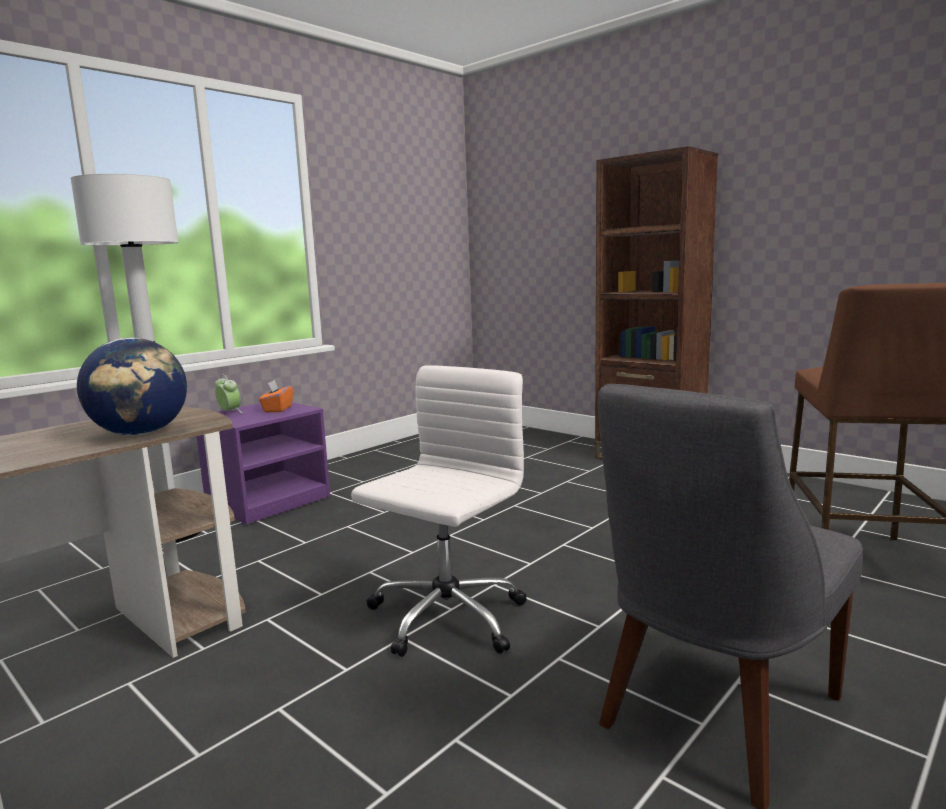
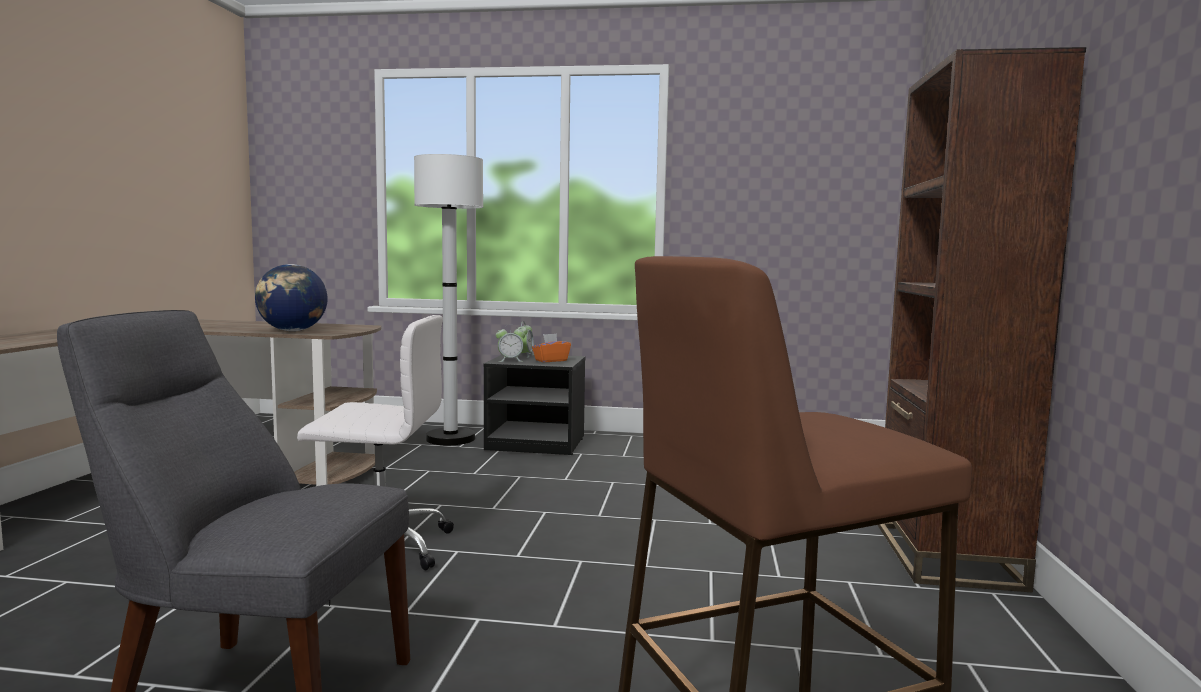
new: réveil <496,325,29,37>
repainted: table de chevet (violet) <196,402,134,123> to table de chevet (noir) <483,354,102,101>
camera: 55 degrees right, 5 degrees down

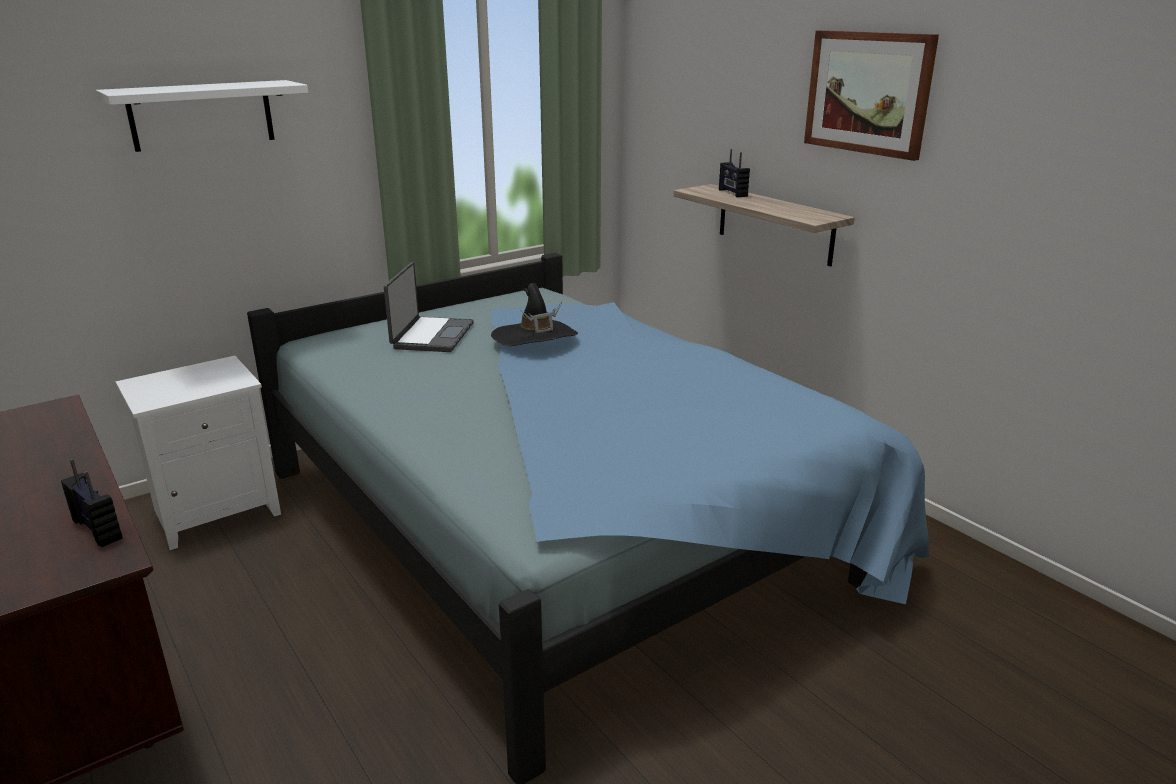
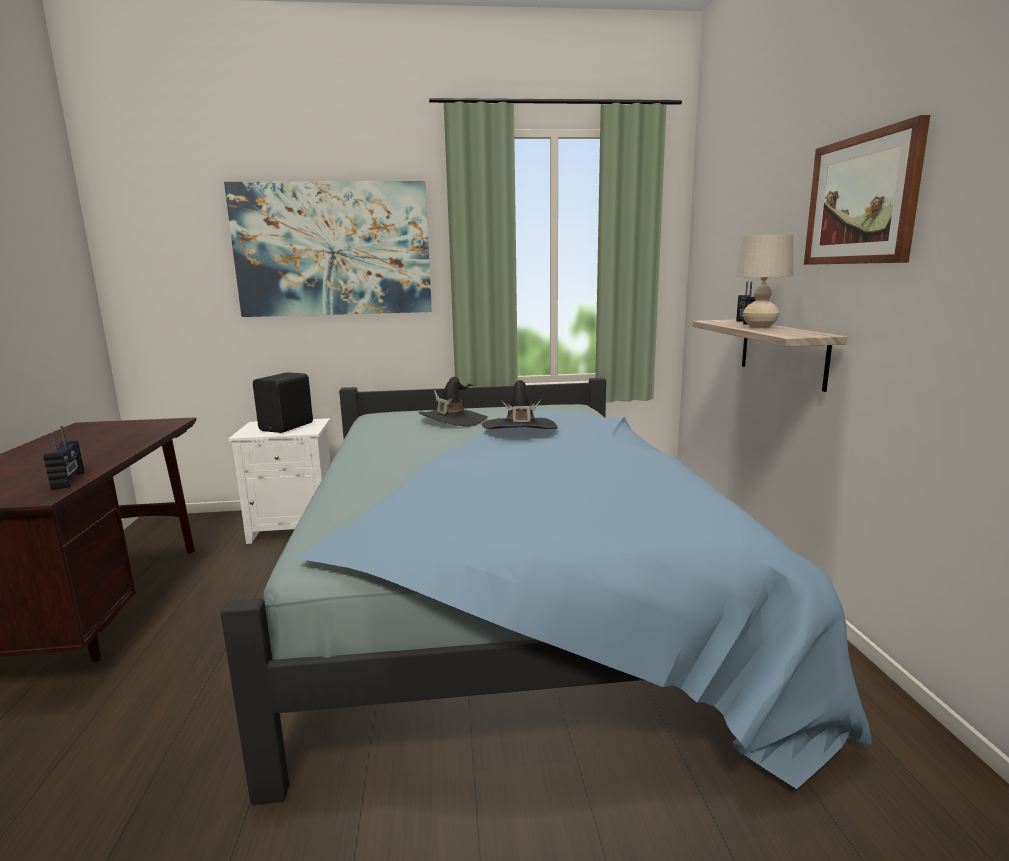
new: lampe de table (beige) <736,235,57,94>; enceinte (noir) <253,372,60,61>
swapped: étagère (blanc) <96,80,212,72> to tableau <224,181,208,136>; ordinateur portable <384,262,90,90> to chapeau (noir) <419,377,69,50>
camera: 30 degrees right, 10 degrees down

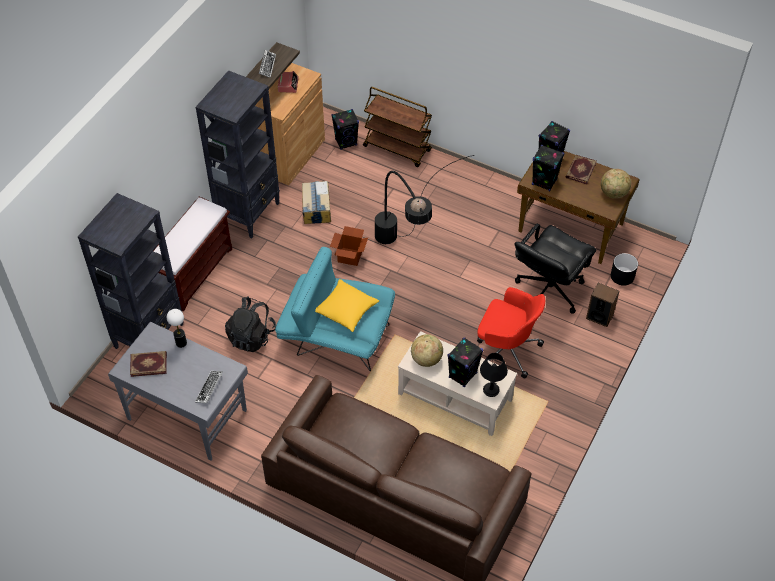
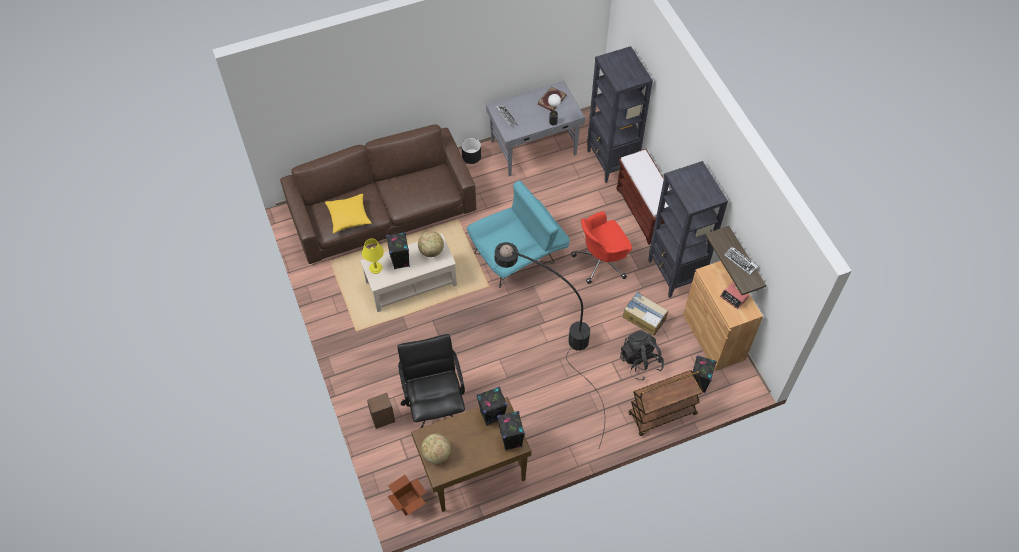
gone: livre <566,155,30,29>
shifted: carton <330,226,38,40> to <388,475,38,41>; cache-pot (noir) <611,253,27,33> to <461,138,20,26>; coussin (jaune) <315,279,64,53> to <325,194,46,39>; chaise de bureau (rouge) <477,287,68,91> to <571,211,61,73>; sac à dos (noir) <225,296,51,56> to <620,331,44,49>
repainted: lampe de table (noir) <480,353,28,44> to lampe de table (jaune) <362,239,22,35>
camera: 130 degrees right, 5 degrees up

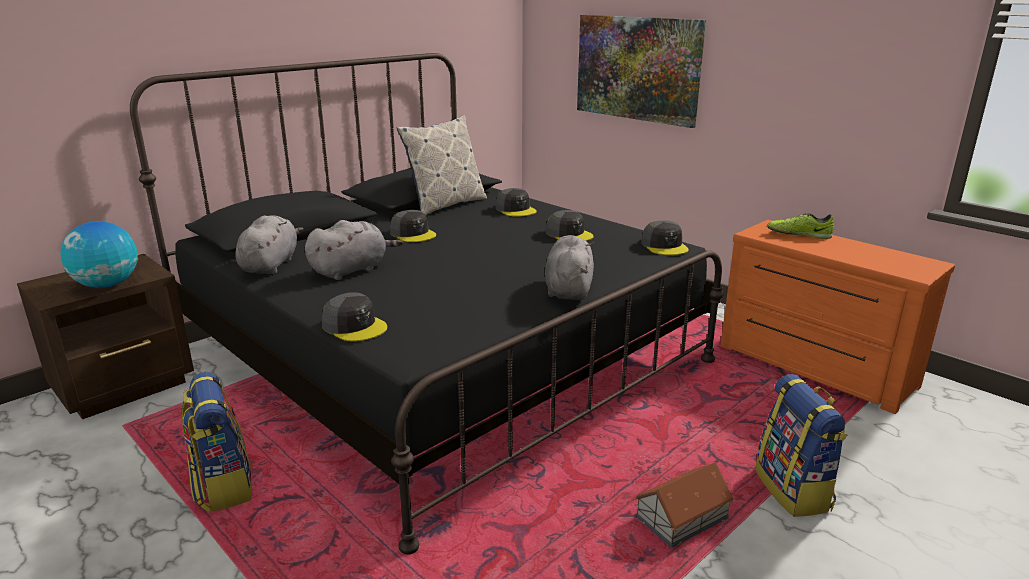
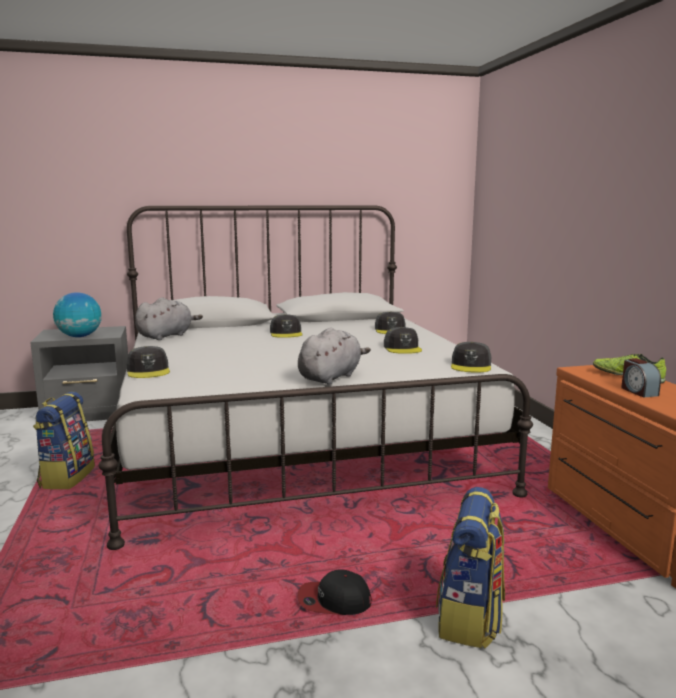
gone: tableau <577,15,129,113>; coussin <396,115,91,100>; peluche (gris) <305,220,98,60>
new: réveil <621,358,40,40>
swapped: maison miniature <635,463,99,85> to casquette <297,570,75,45>
repainted: lit (noir) <130,53,594,501> to lit (blanc) <99,205,434,345>; table de chevet (marron) <17,254,177,165> to table de chevet (gris) <30,326,98,95>
camera: 30 degrees right, 10 degrees down

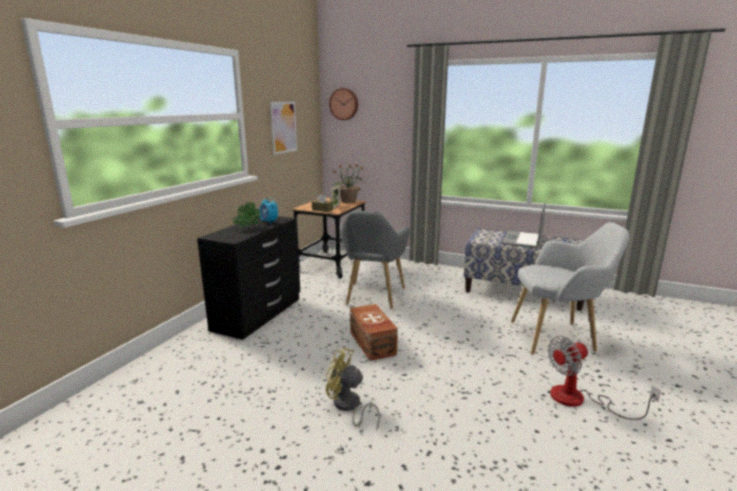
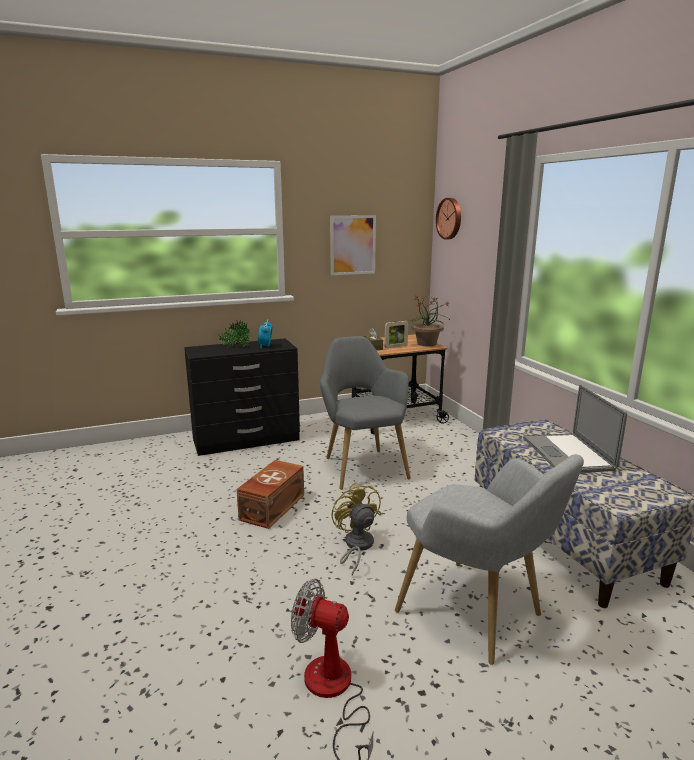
shifted: ventilateur (jaune) <326,348,54,83> to <332,482,49,94>
rotated: ordinateur portable <501,202,45,47> = <523,385,104,88> 75 degrees counterclockwise; fauteuil (gris) <339,211,71,98> = <320,336,91,154> 105 degrees clockwise
camera: 45 degrees right, 0 degrees up

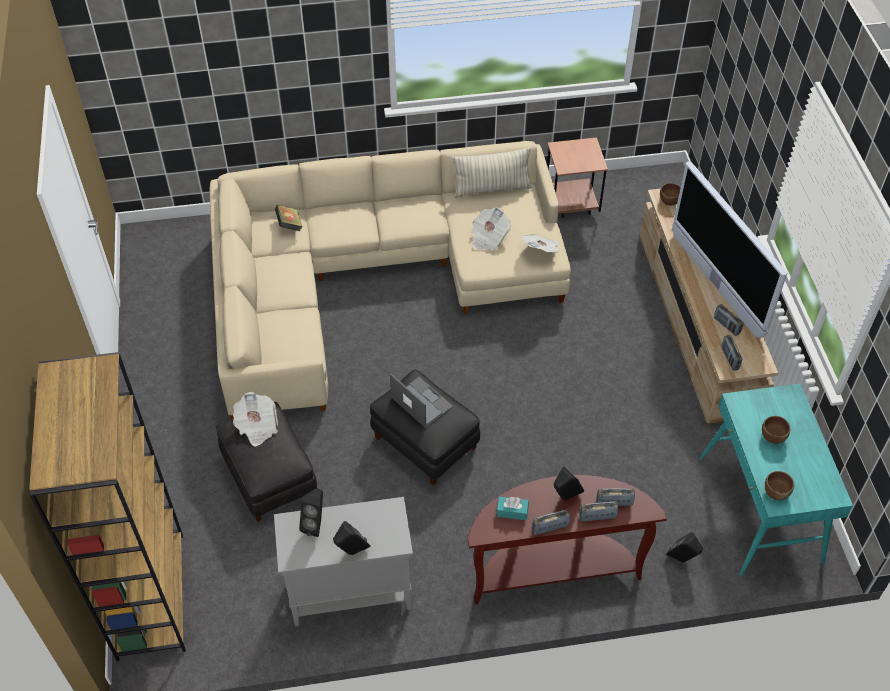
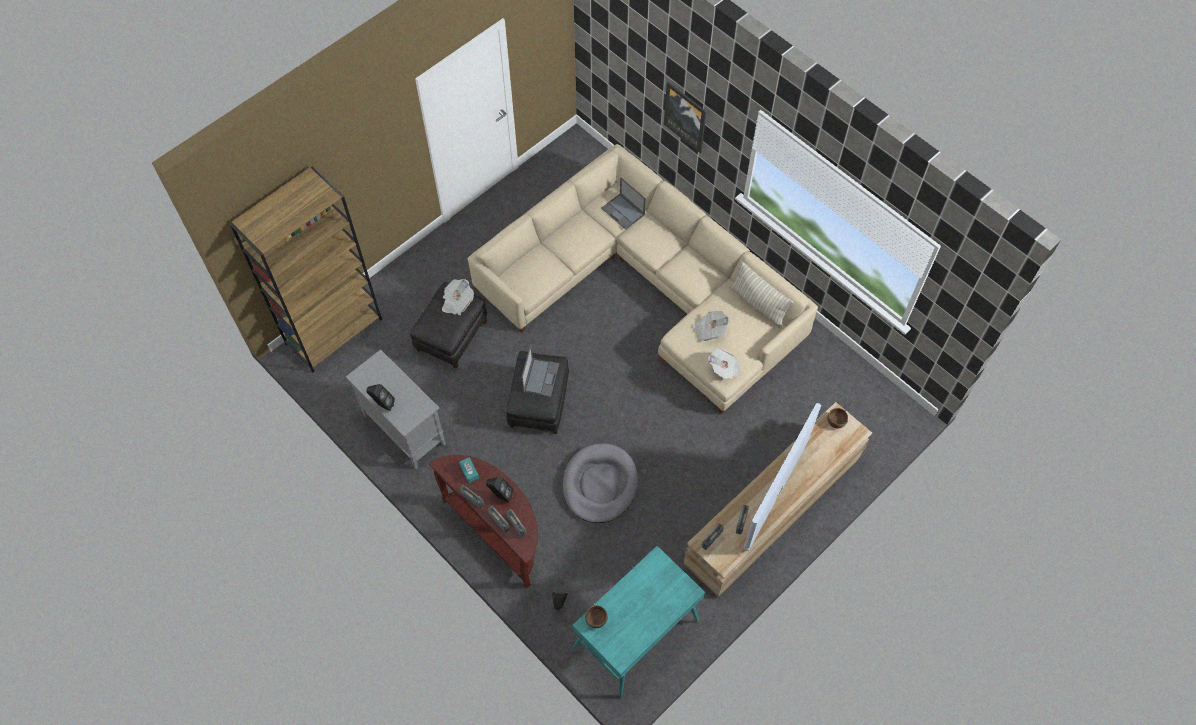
gone: table d'appoint (marron) <547,137,61,81>; bol (marron) <762,416,28,28>; enceinte (noir) <299,488,24,49>
new: tableau <664,82,43,71>; panier pour chien (gris) <563,443,75,80>
swapped: livre <275,205,27,26> to ordinateur portable <601,177,45,53>
camera: 55 degrees right, 10 degrees up

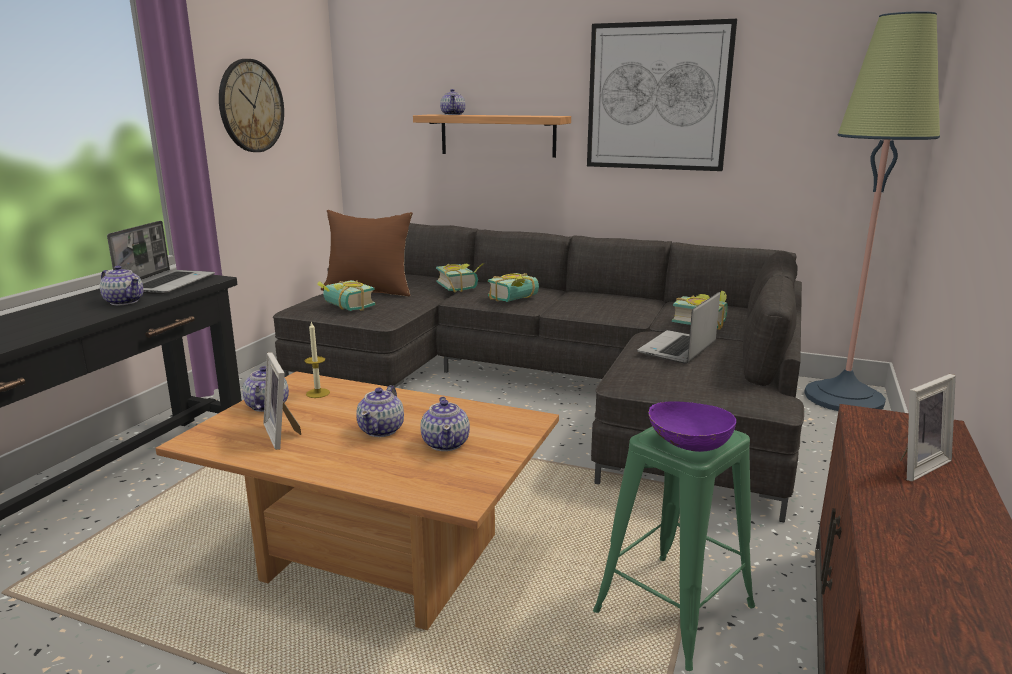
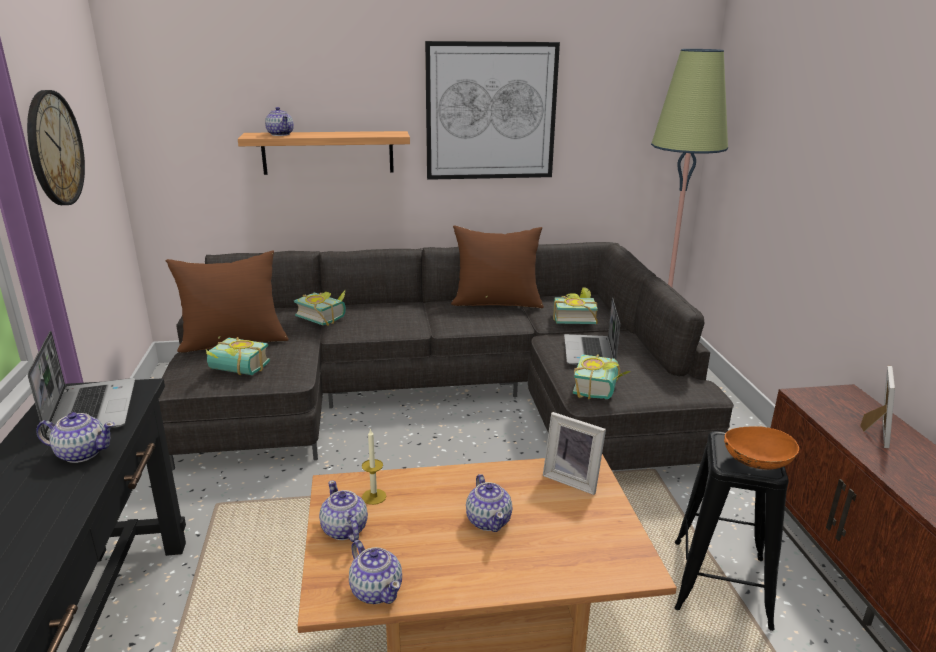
new: coussin (marron) <451,226,93,82>
shifted: livre <488,273,51,29> to <573,354,58,45>; cadre photo <263,353,38,97> to <543,412,63,83>; théière <420,397,50,54> to <349,540,53,64>
repainted: bol (violet) <648,401,88,51> to bol (orange) <724,426,75,44>; tabouret (vert) <593,427,162,244> to tabouret (noir) <674,431,115,200>
camera: 30 degrees left, 5 degrees up

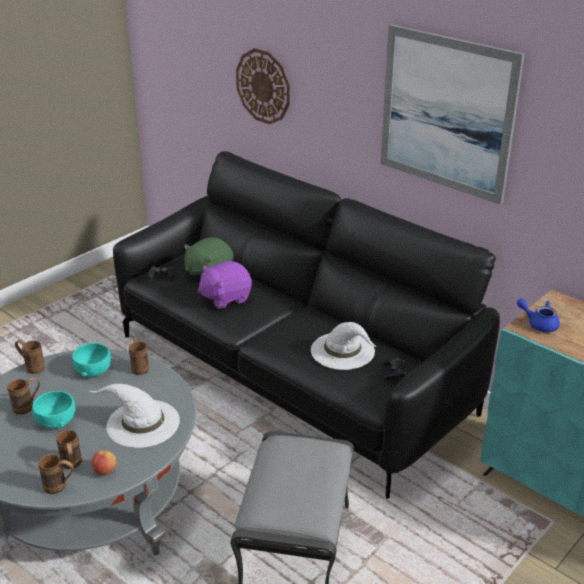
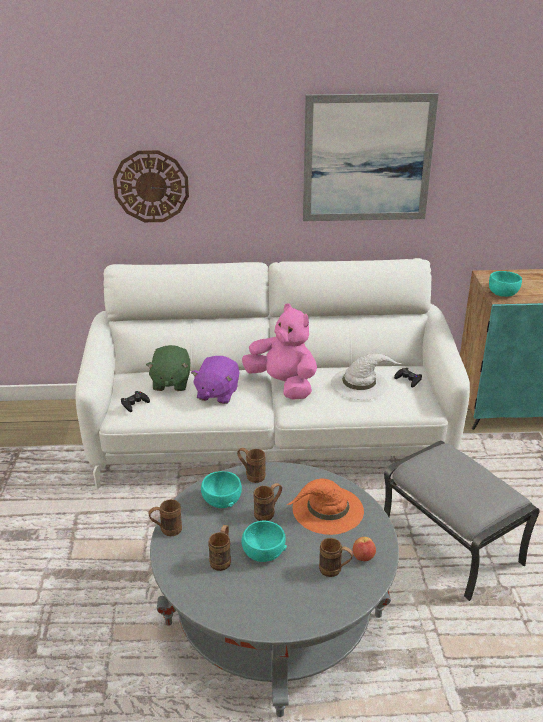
new: peluche (rose) <242,303,75,97>
shifted: mug (marron) <38,454,36,40> to <254,483,28,38>
swapped: théière (bleu) <517,299,43,33> to bol (turquoise) <489,271,33,26>
repainted: canapé (noir) <113,151,387,348> to canapé (blanc) <75,258,395,231>; chapeau (blanc) <88,384,92,64> to chapeau (orange) <287,478,77,57>
camera: 45 degrees left, 0 degrees up

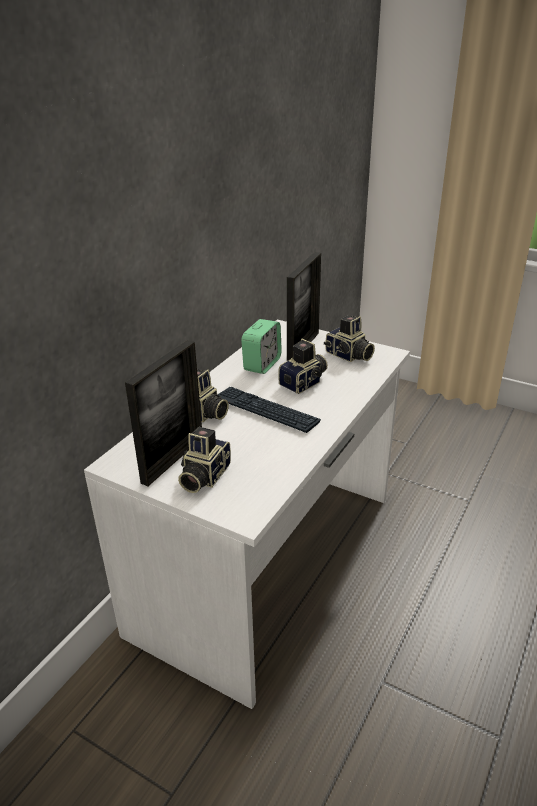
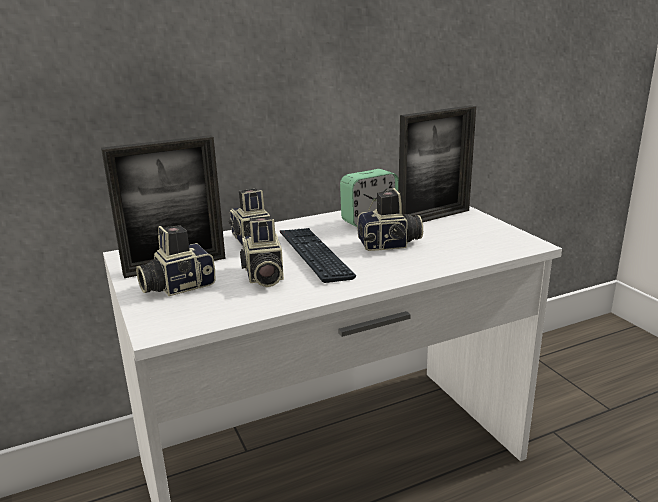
shifted: appareil photo <324,315,51,47> to <240,216,44,71>
camera: 35 degrees right, 10 degrees down

